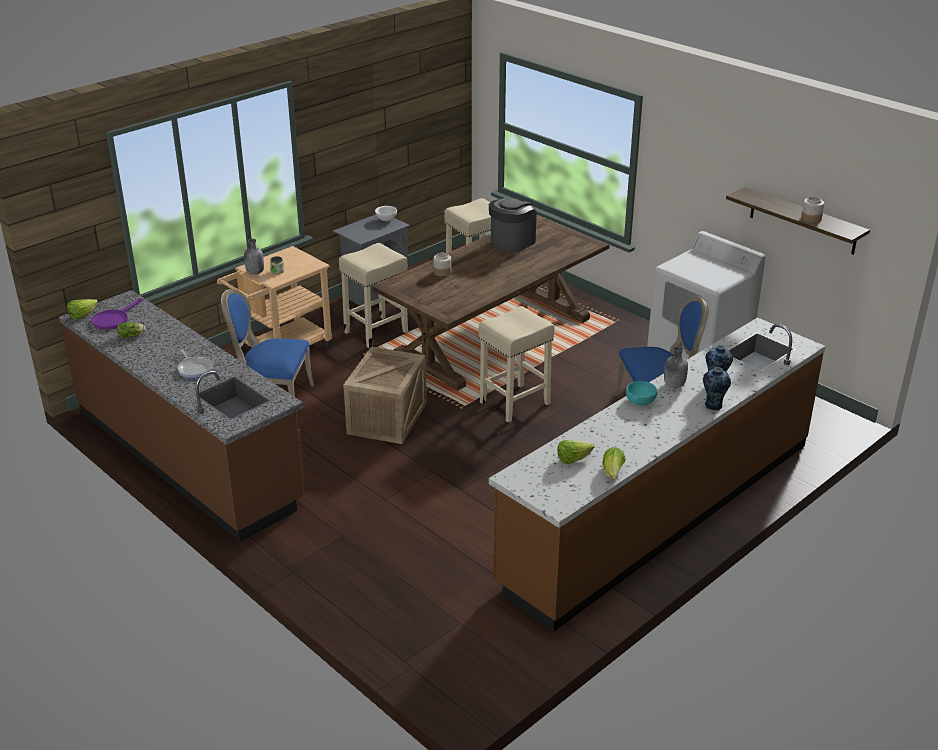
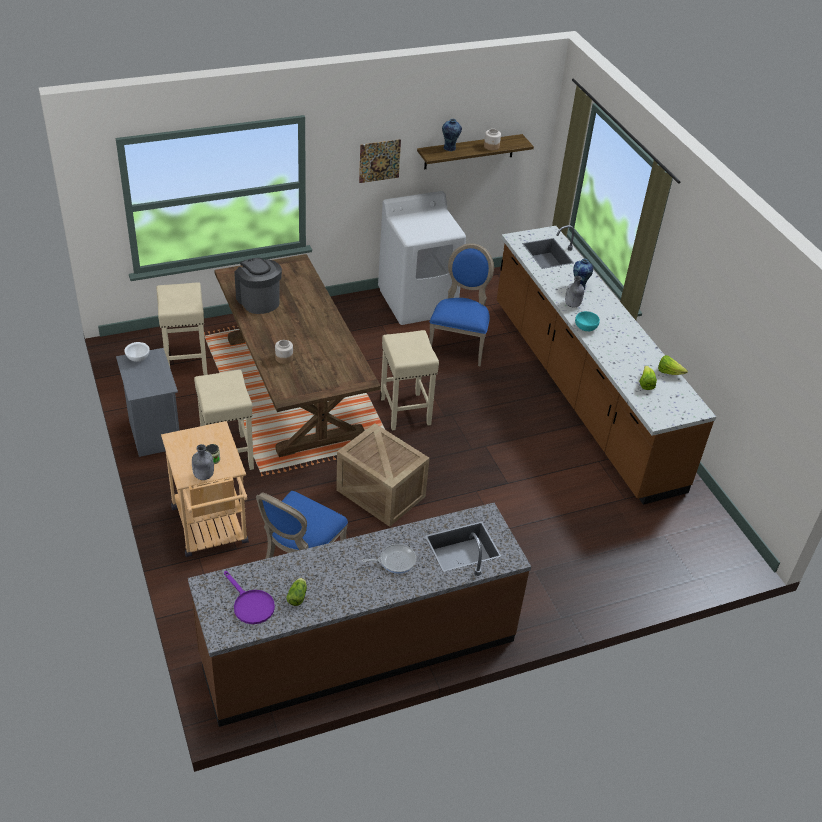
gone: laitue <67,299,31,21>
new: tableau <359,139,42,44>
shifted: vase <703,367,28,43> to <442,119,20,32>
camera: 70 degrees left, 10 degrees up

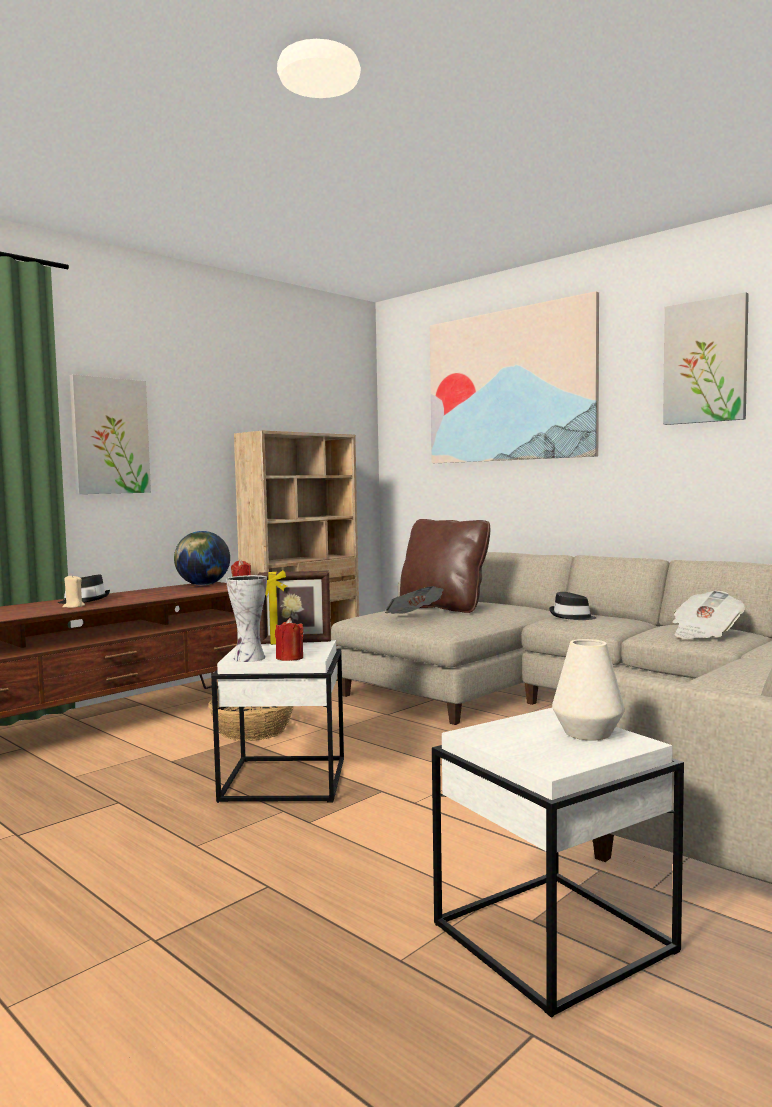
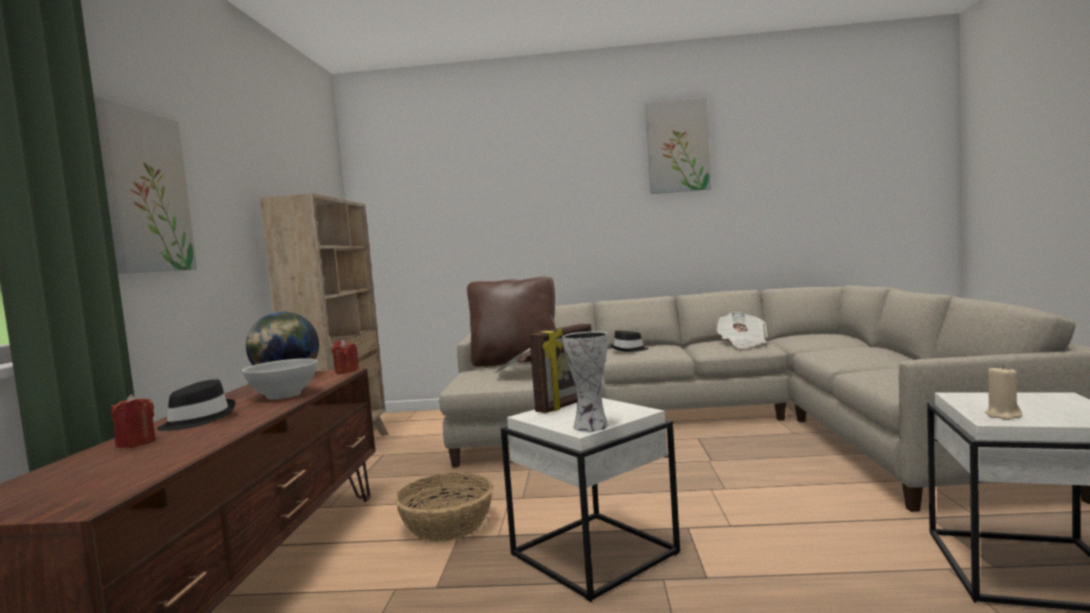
gone: tableau <430,291,169,172>; vase (blanc) <552,639,73,102>
new: bol (blanc) <242,358,75,41>
shifted: bougie (beige) <62,574,23,34> to <985,365,37,55>; bougie (rouge) <275,618,29,43> to <111,394,45,54>
camera: 40 degrees left, 0 degrees up

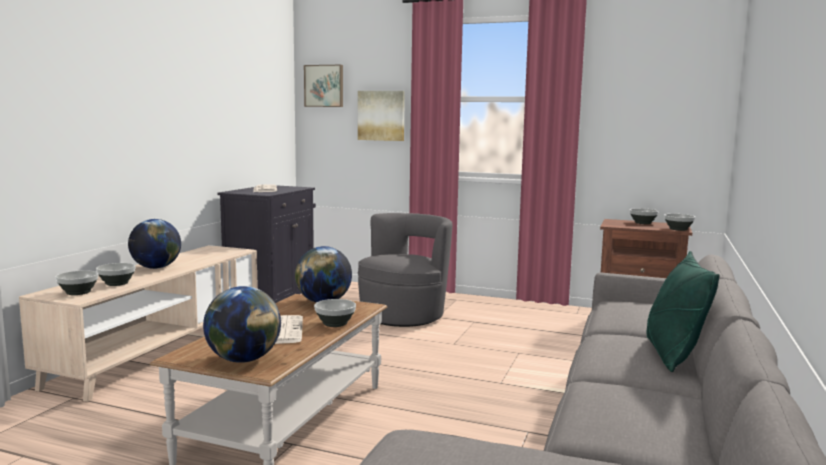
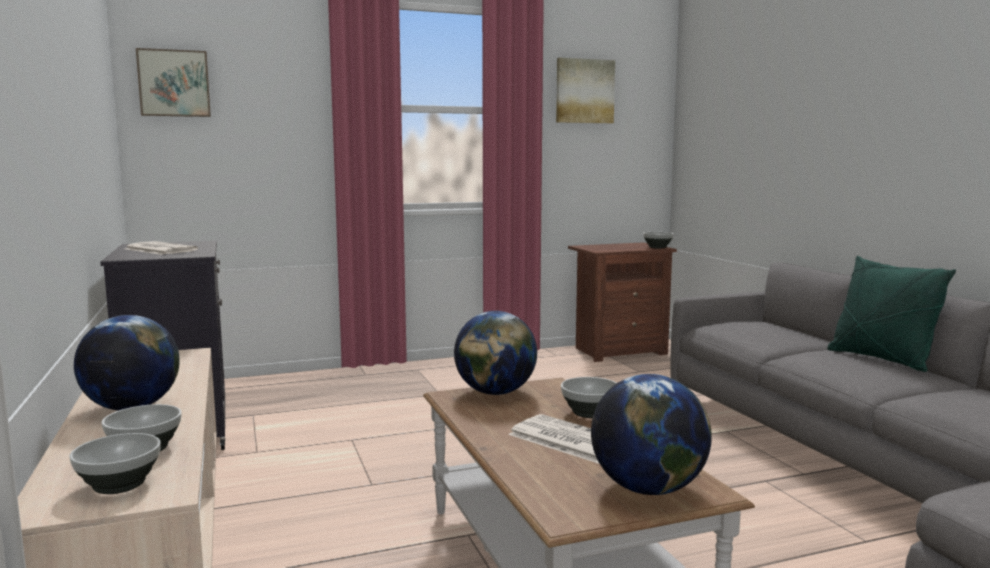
gone: bol <630,208,28,16>; fauteuil (gris) <358,213,95,114>
shifted: tableau <358,91,47,50> to <556,58,59,65>
camera: 40 degrees left, 0 degrees up

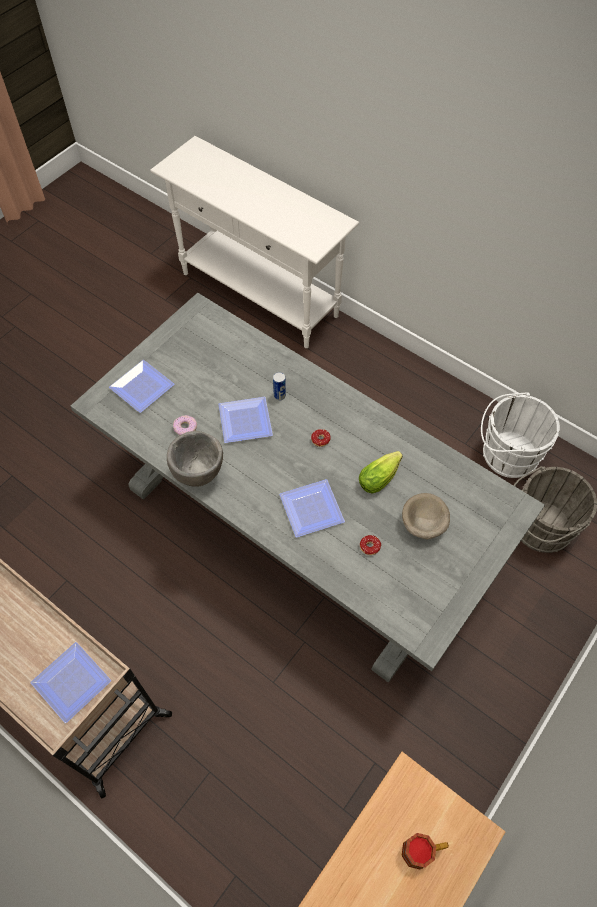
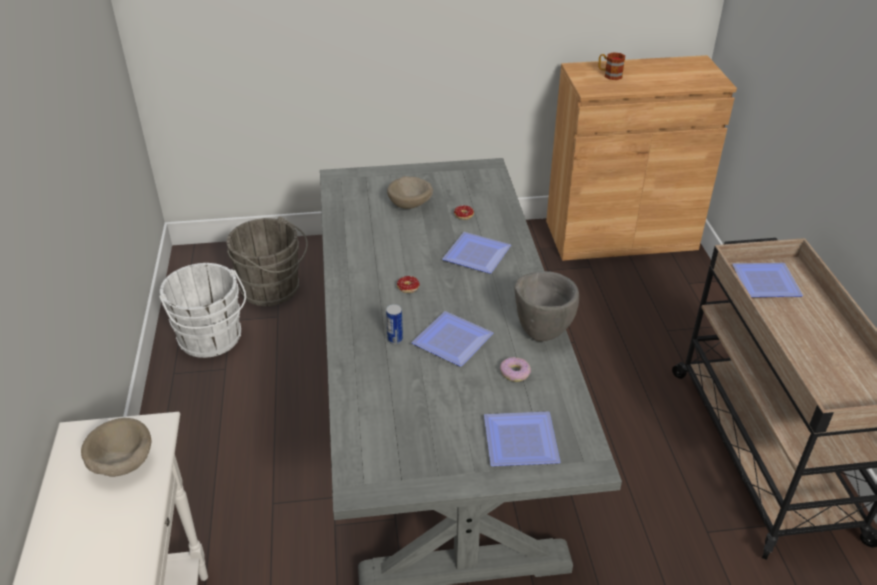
gone: laitue <359,451,44,43>
new: bol (beige) <81,418,70,59>
camera: 135 degrees left, 20 degrees down

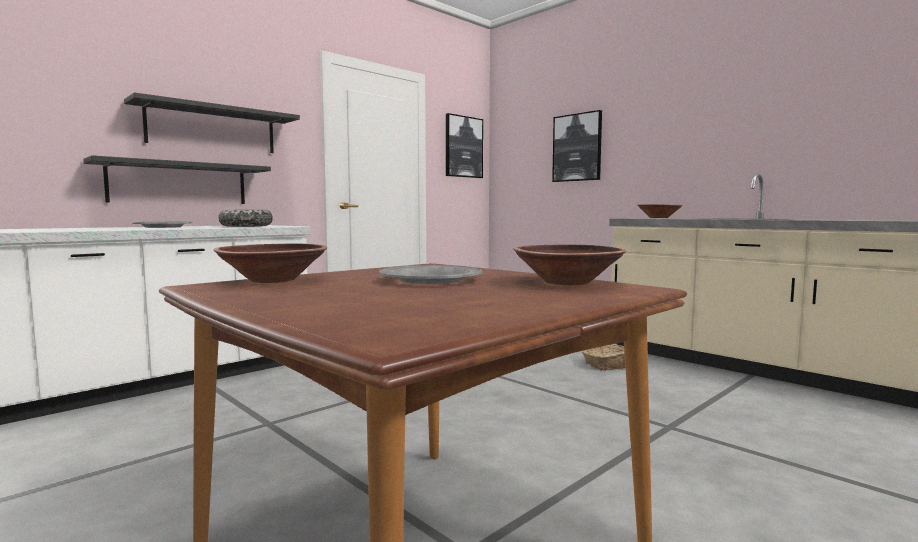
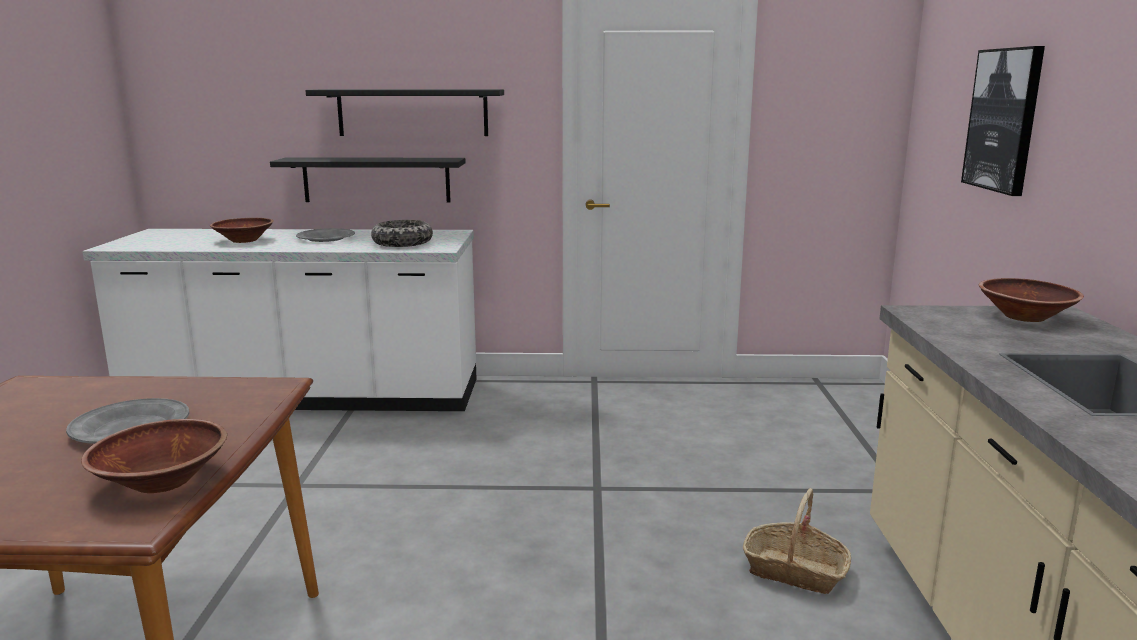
gone: tableau <446,113,37,65>
shifted: bol (marron) <214,244,113,39> to <210,218,64,25>
camera: 45 degrees right, 10 degrees up

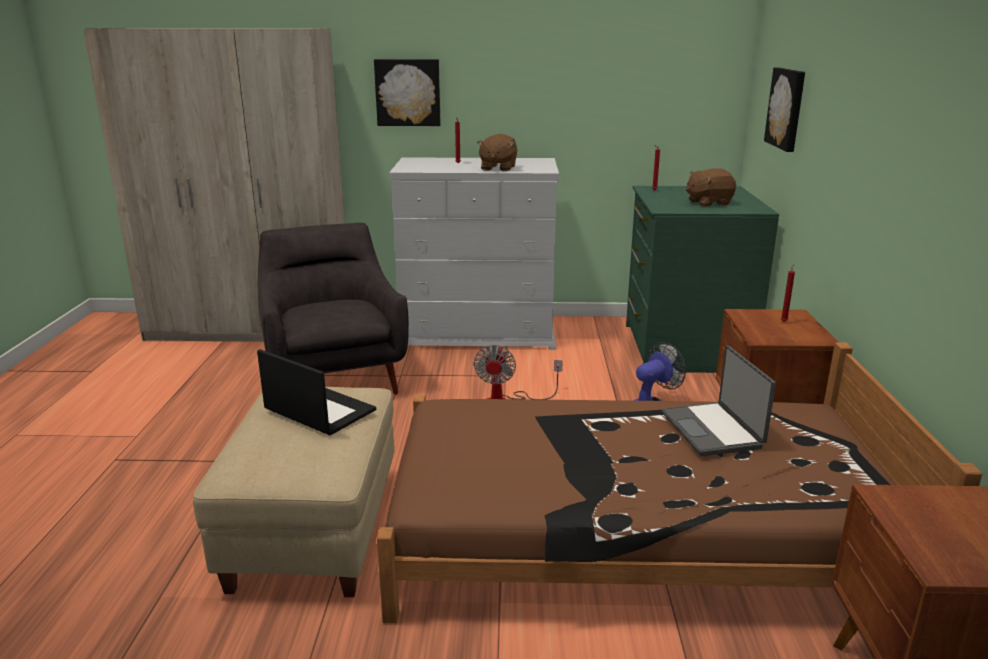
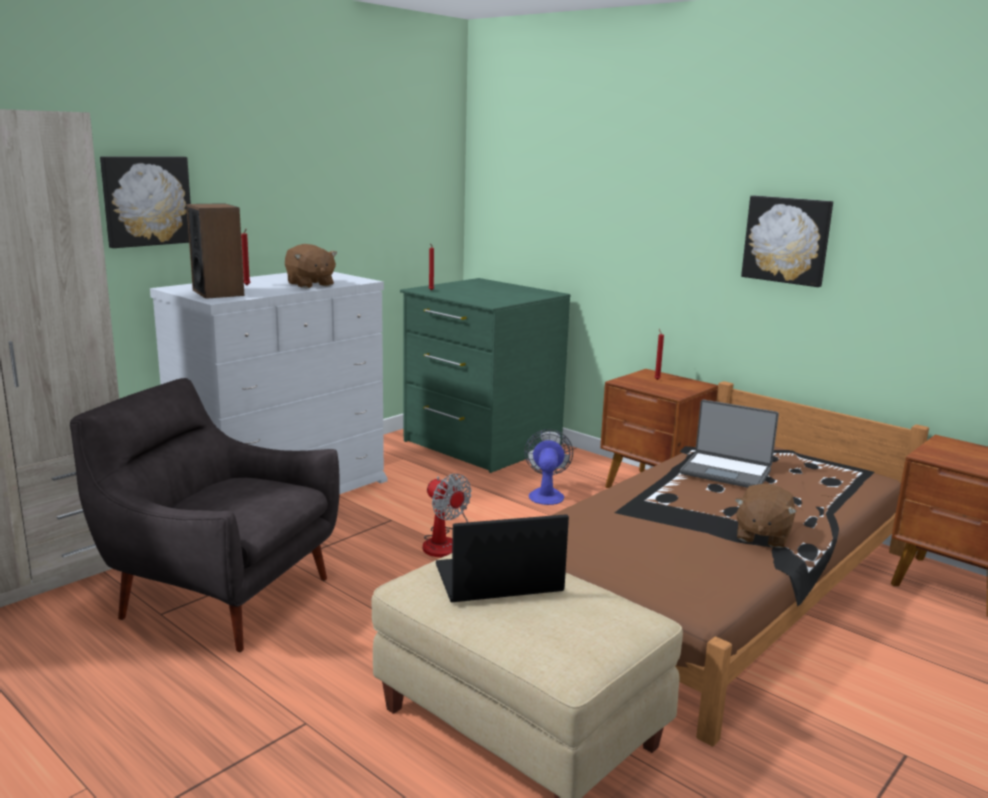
new: enceinte <186,203,58,96>
shifted: tableau <764,67,41,85> to <741,196,92,91>; peluche (marron) <686,168,50,39> to <735,484,62,64>
camera: 50 degrees left, 5 degrees down

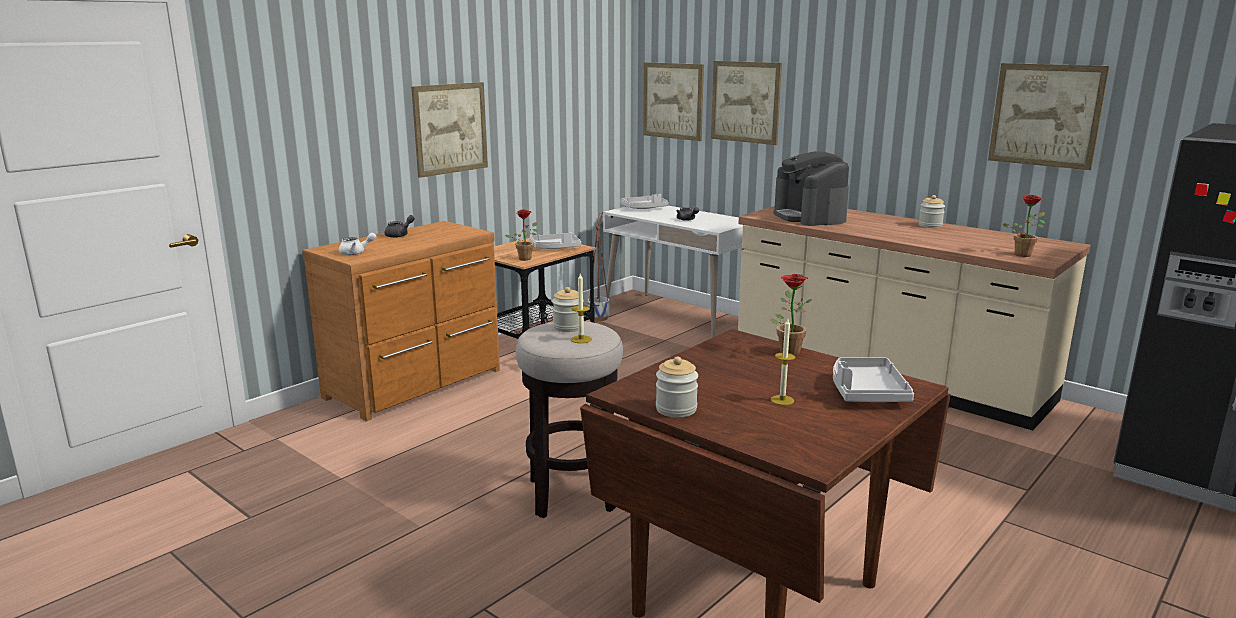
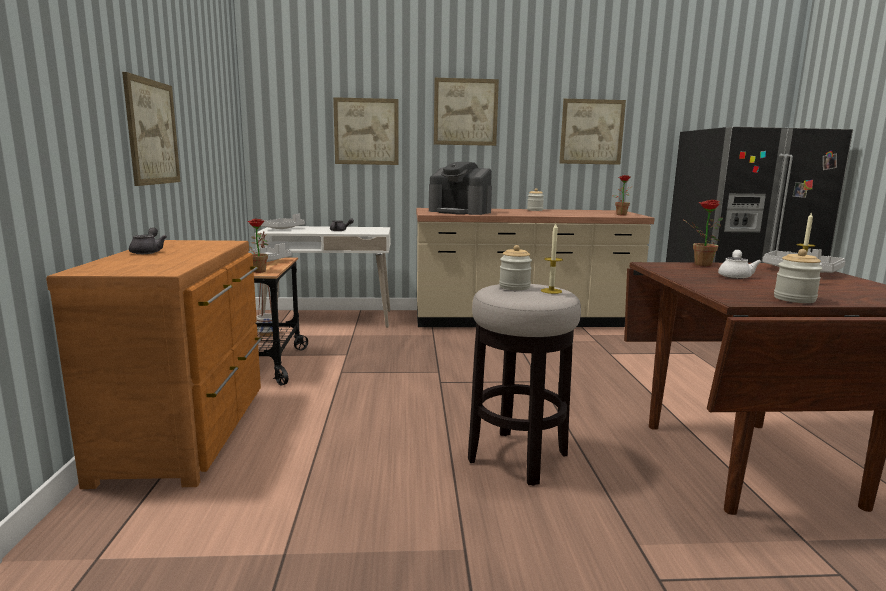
shifted: tableau <643,62,61,79> to <434,78,65,68>; théière (blanc) <339,233,37,22> to <718,250,43,29>
camera: 45 degrees left, 5 degrees down

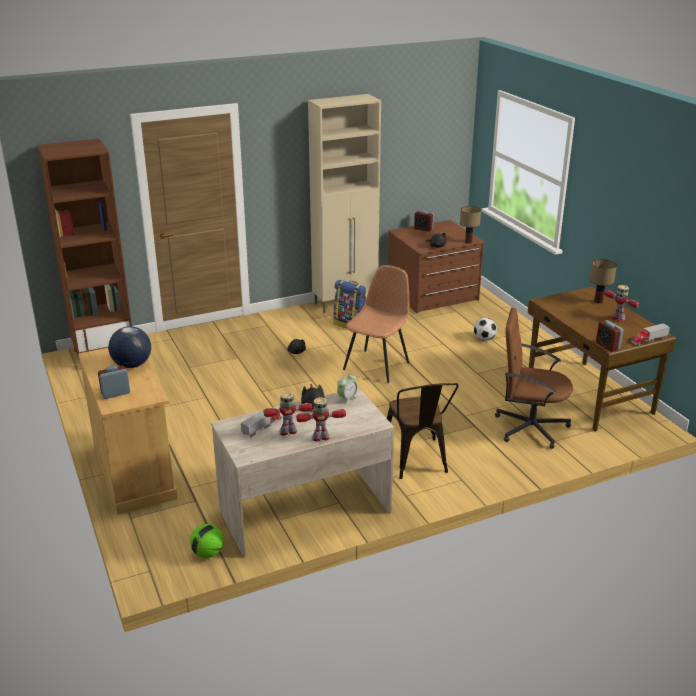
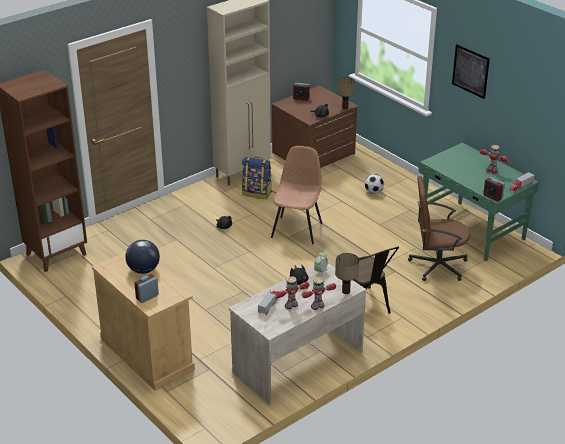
gone: ballon de foot <190,524,34,34>
new: tableau <452,44,38,55>
shifted: lampe de table <589,259,28,45> to <335,253,24,41>
repainted: bureau (marron) <528,287,148,145> to bureau (vert) <418,143,121,118>
camera: 15 degrees left, 5 degrees up

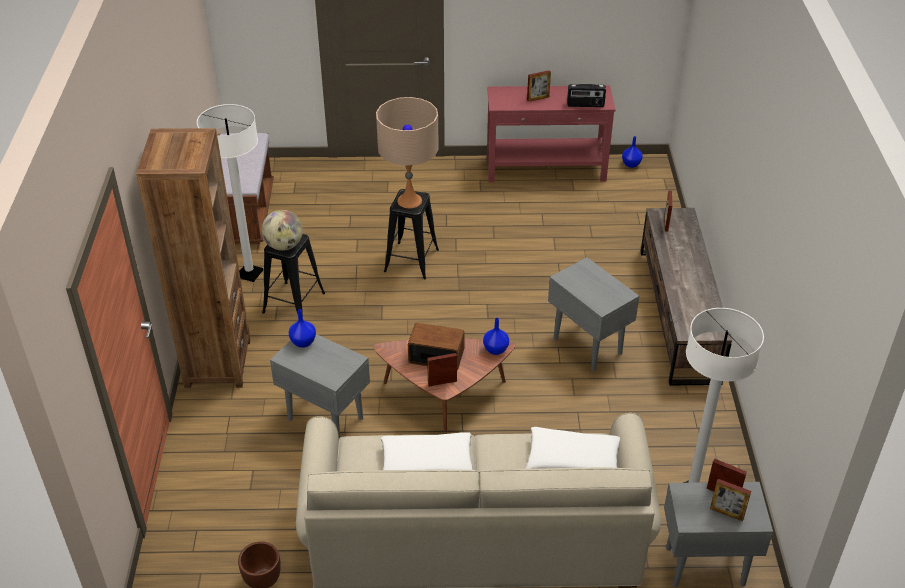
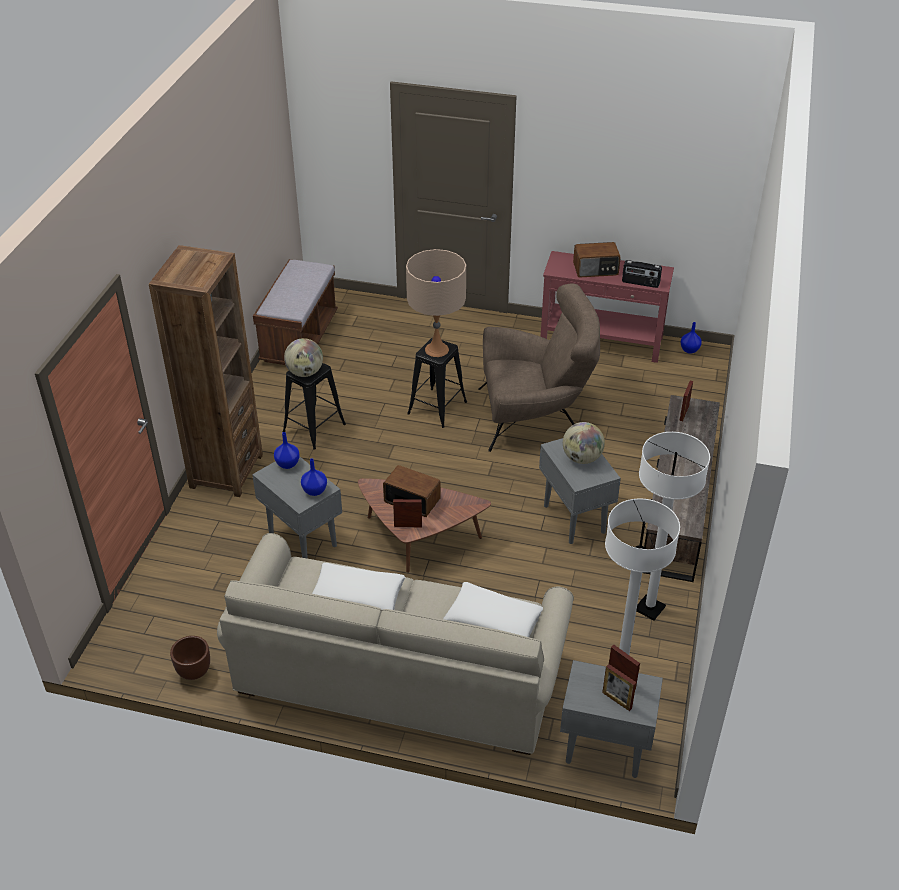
new: fauteuil (marron) <478,284,122,168>; globe <563,422,42,42>
shifted: lampadaire (blanc) <197,104,66,178> to <636,432,74,188>; vase (bleu) <483,318,26,37> to <301,459,26,37>
swapped: cadre photo <527,70,24,32> to radio <573,242,48,36>
camera: 15 degrees right, 0 degrees up

